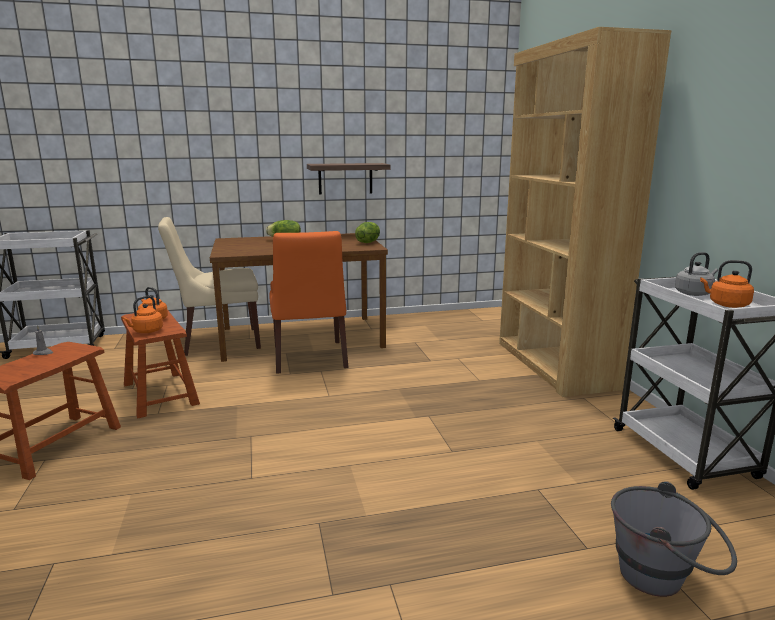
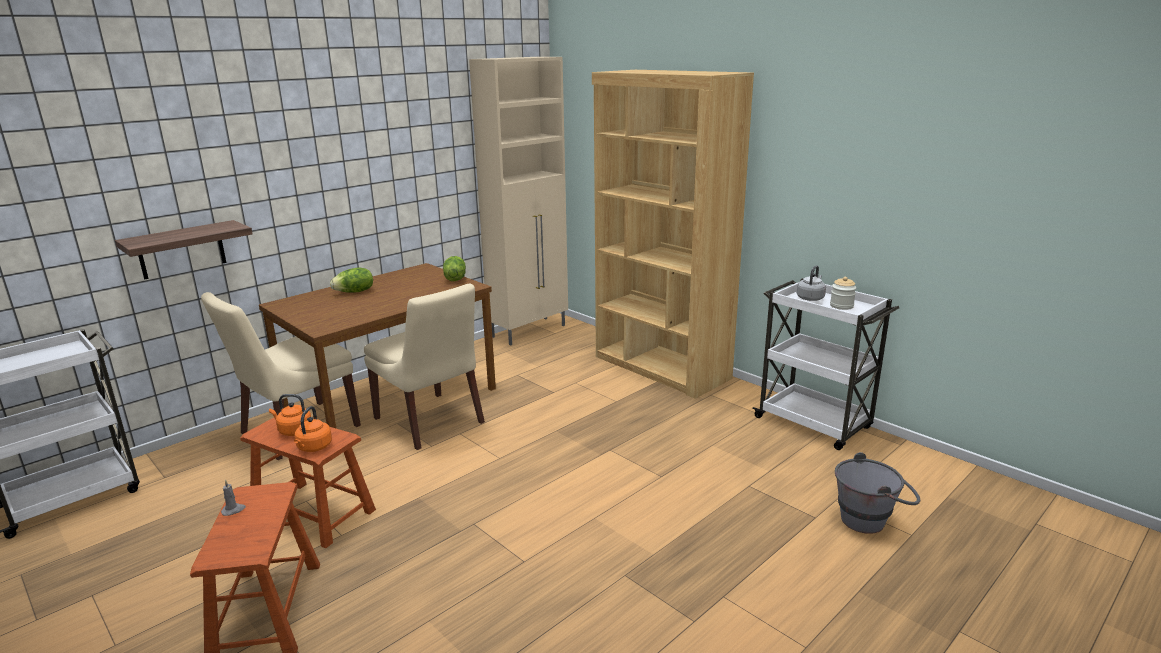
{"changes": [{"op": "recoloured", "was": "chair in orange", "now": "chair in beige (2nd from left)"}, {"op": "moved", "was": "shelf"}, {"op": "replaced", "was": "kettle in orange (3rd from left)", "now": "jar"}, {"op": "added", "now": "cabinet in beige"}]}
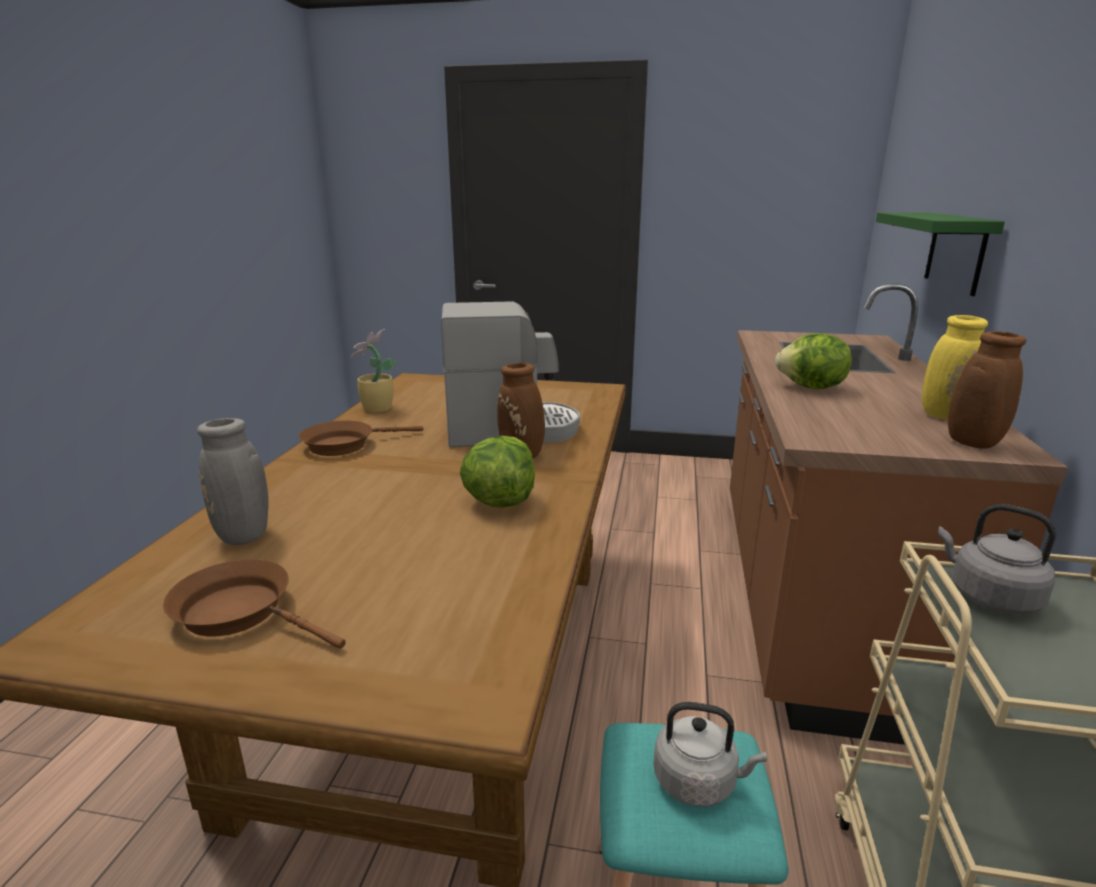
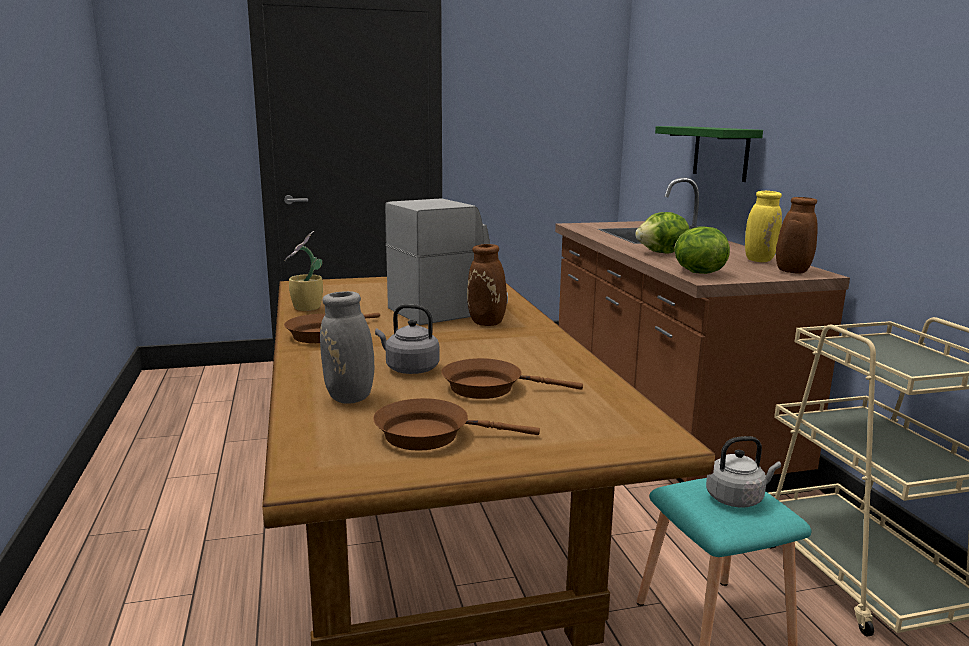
{"changes": [{"op": "moved", "was": "lettuce (1st from left in the first image)", "now": "lettuce (2nd from left)"}, {"op": "moved", "was": "kettle in grey (2nd from left in the first image)", "now": "kettle in grey (1st from left)"}, {"op": "added", "now": "frying pan in brown (3rd from left)"}]}
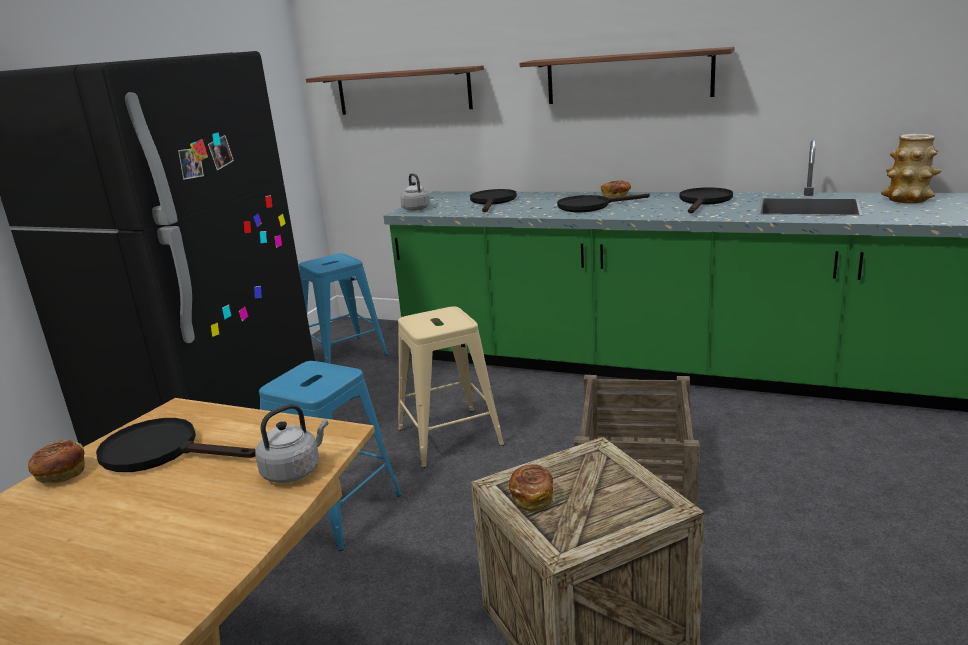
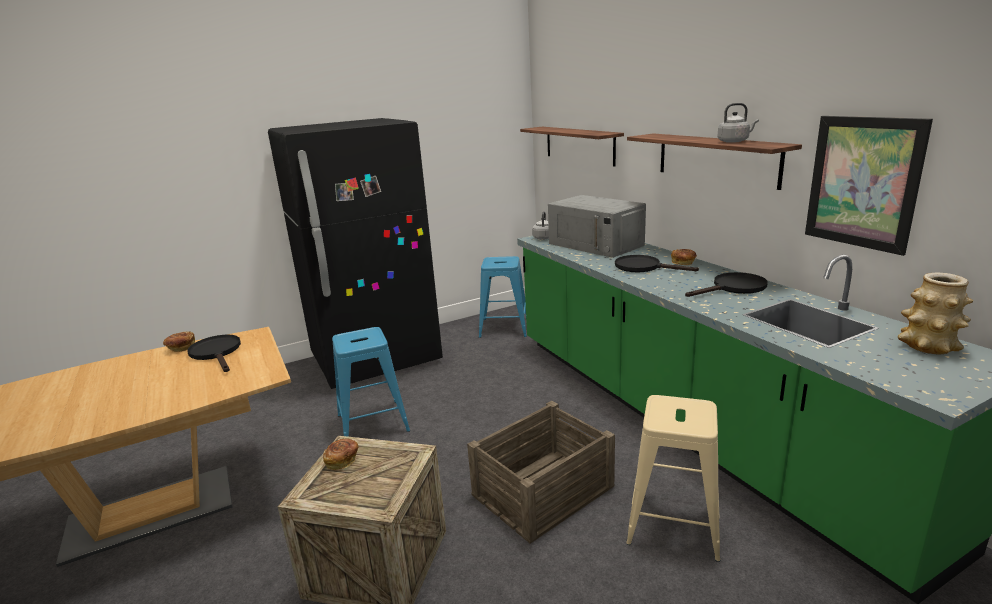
{"changes": [{"op": "moved", "was": "kettle in grey (1st from left in the first image)", "now": "kettle in grey (2nd from left)"}, {"op": "moved", "was": "stool in beige"}, {"op": "replaced", "was": "frying pan in black (2nd from left)", "now": "microwave in grey"}, {"op": "added", "now": "picture"}]}
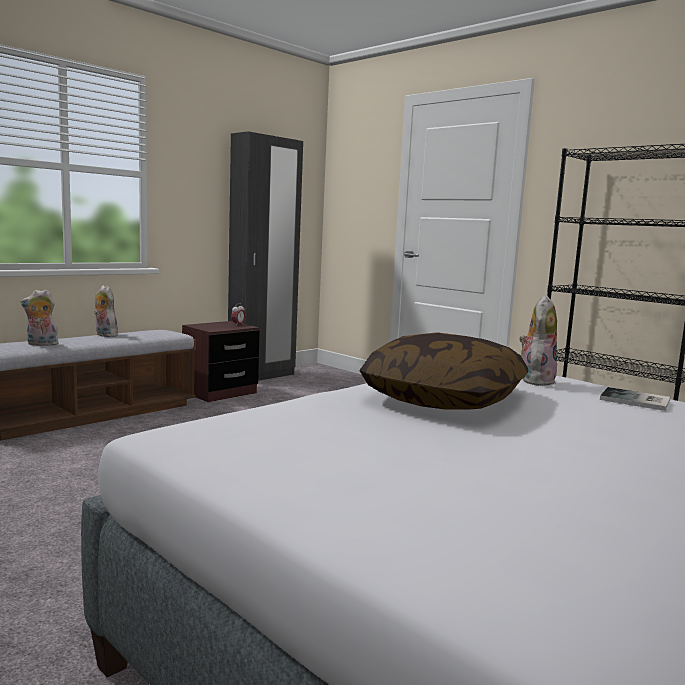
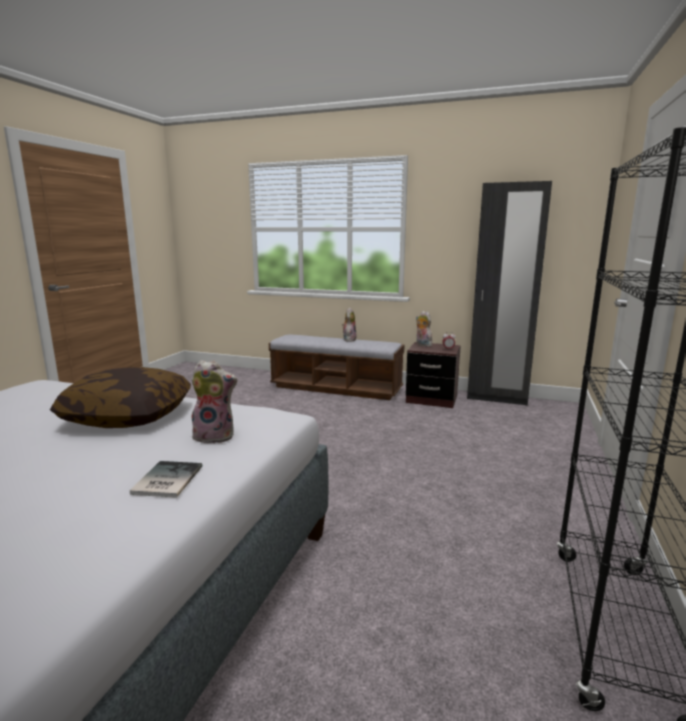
{"changes": [{"op": "moved", "was": "plush toy (1st from left in the first image)", "now": "plush toy (3rd from left)"}]}
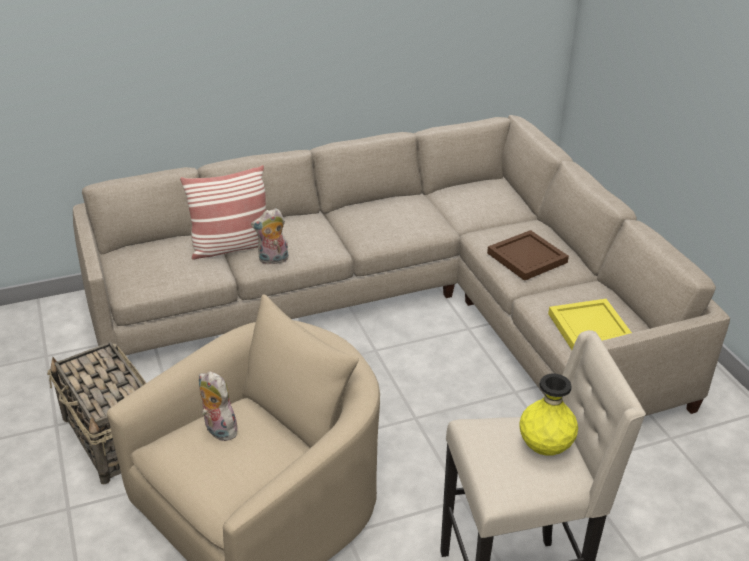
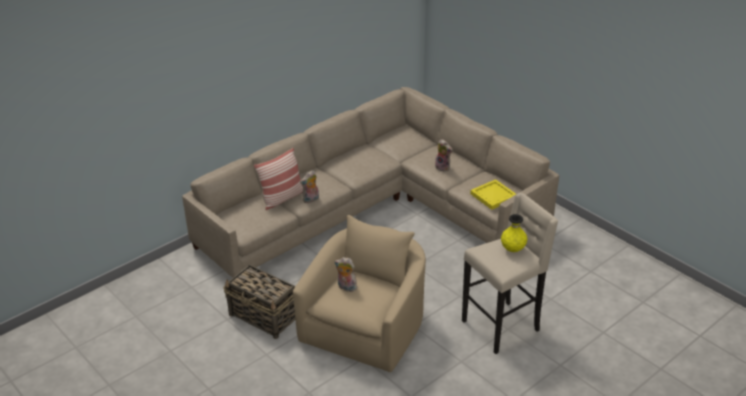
{"changes": [{"op": "replaced", "was": "tray in brown", "now": "plush toy (3rd from left)"}]}
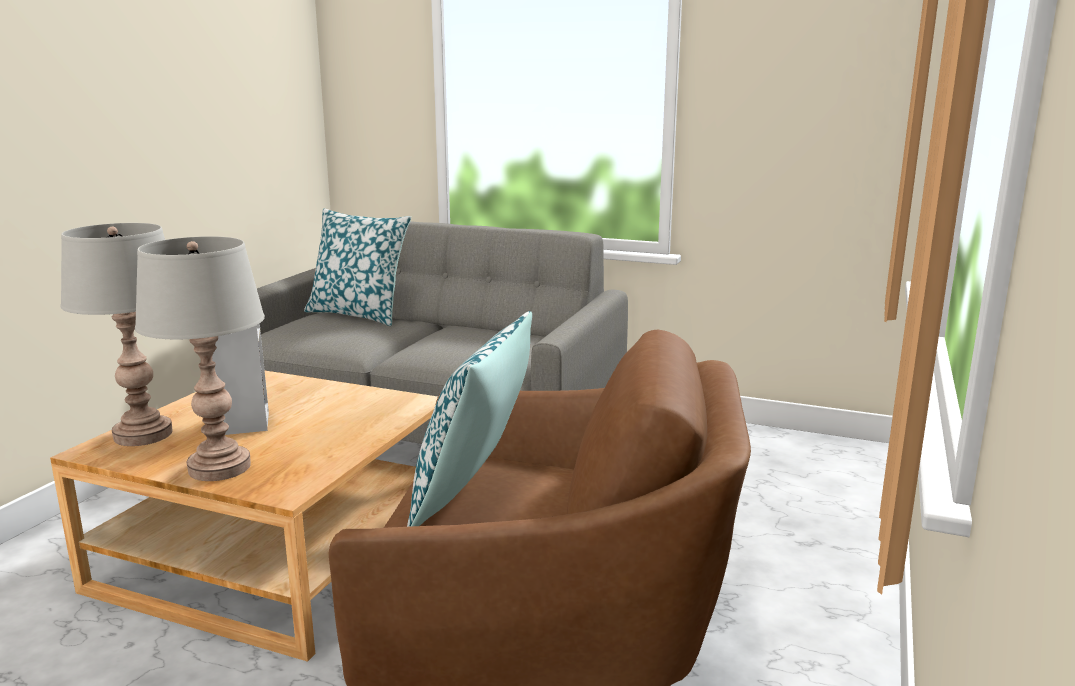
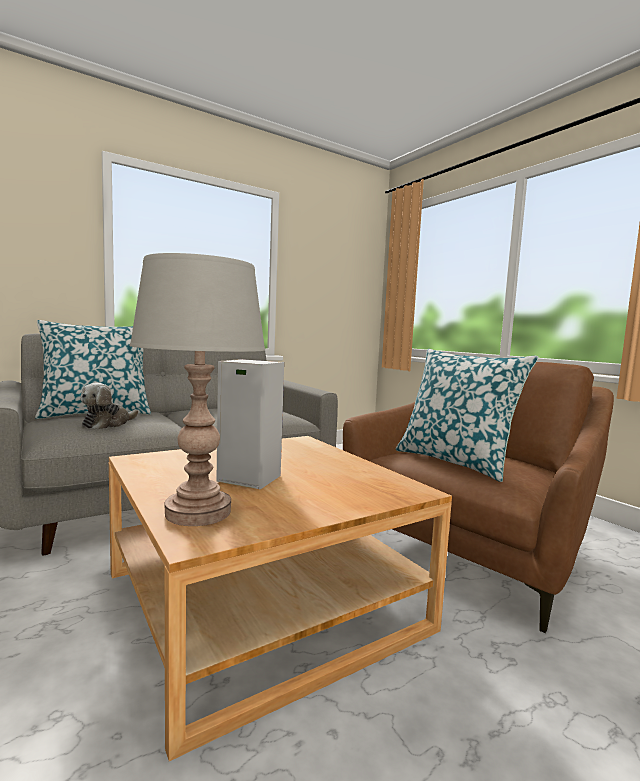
{"changes": [{"op": "removed", "was": "table lamp in grey (2nd from left)"}, {"op": "added", "now": "plush toy"}]}
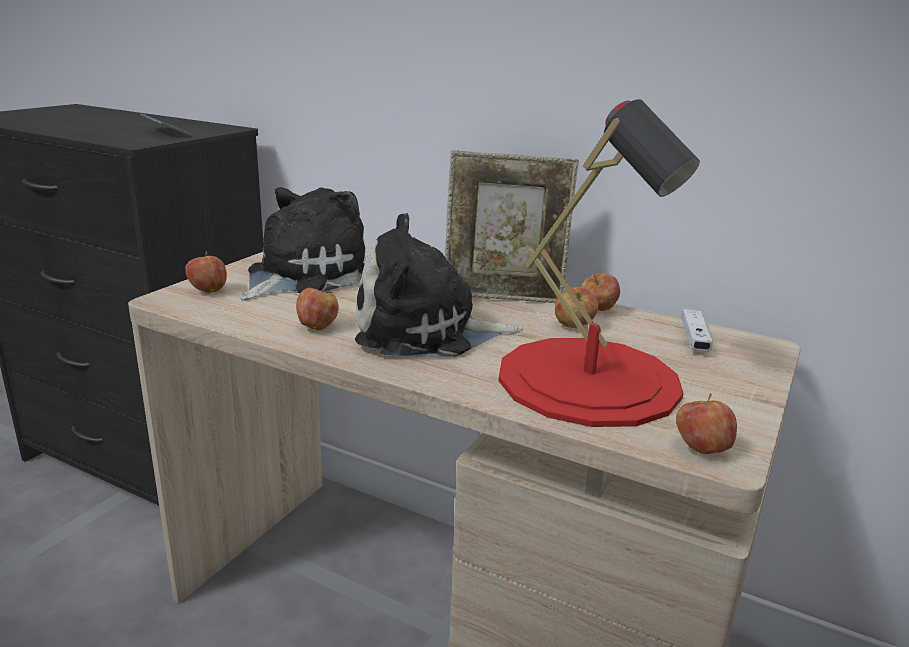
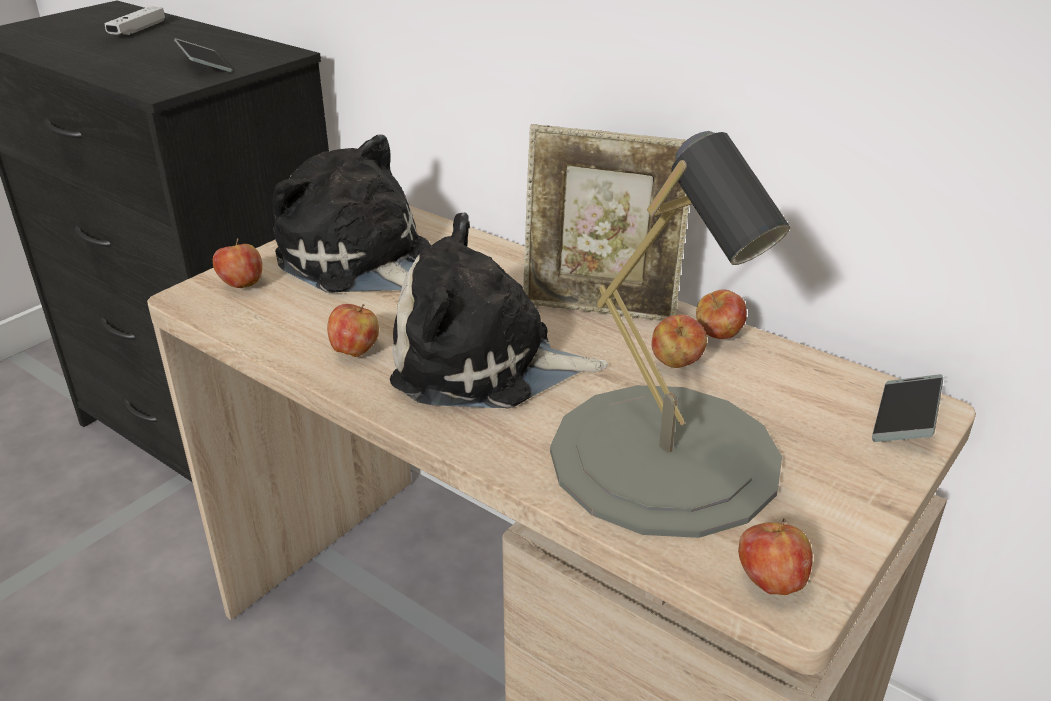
{"changes": [{"op": "turned", "was": "plush toy (1st from left)", "clockwise": -90}, {"op": "recoloured", "was": "table lamp in red", "now": "table lamp in grey"}, {"op": "moved", "was": "game controller in white"}, {"op": "added", "now": "phone (2nd from left)"}]}
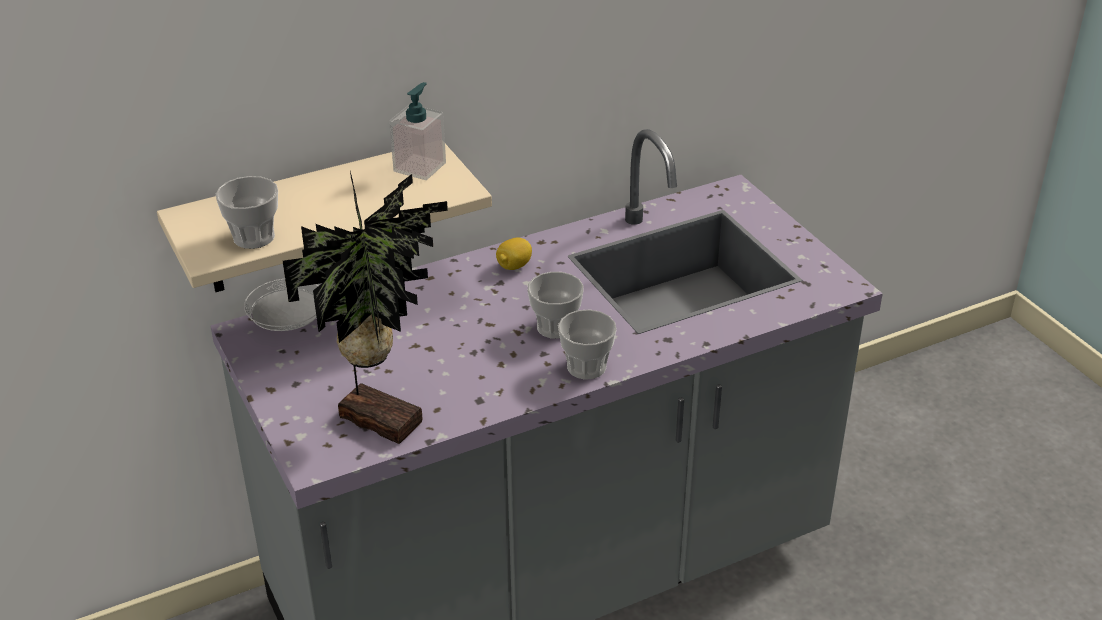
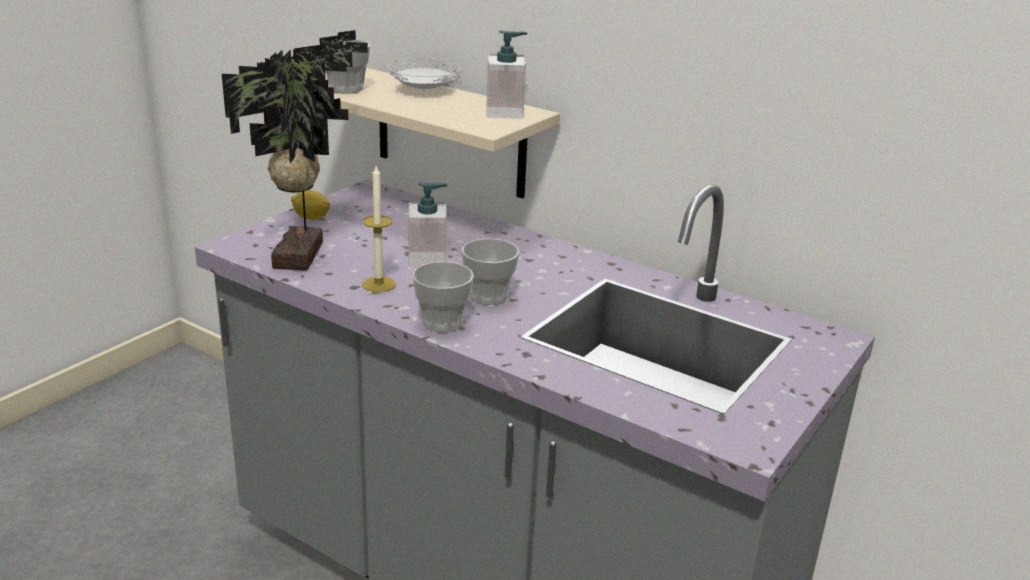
{"changes": [{"op": "moved", "was": "plate in white"}, {"op": "moved", "was": "lemon"}, {"op": "added", "now": "candle"}, {"op": "added", "now": "soap dispenser (1st from left)"}]}
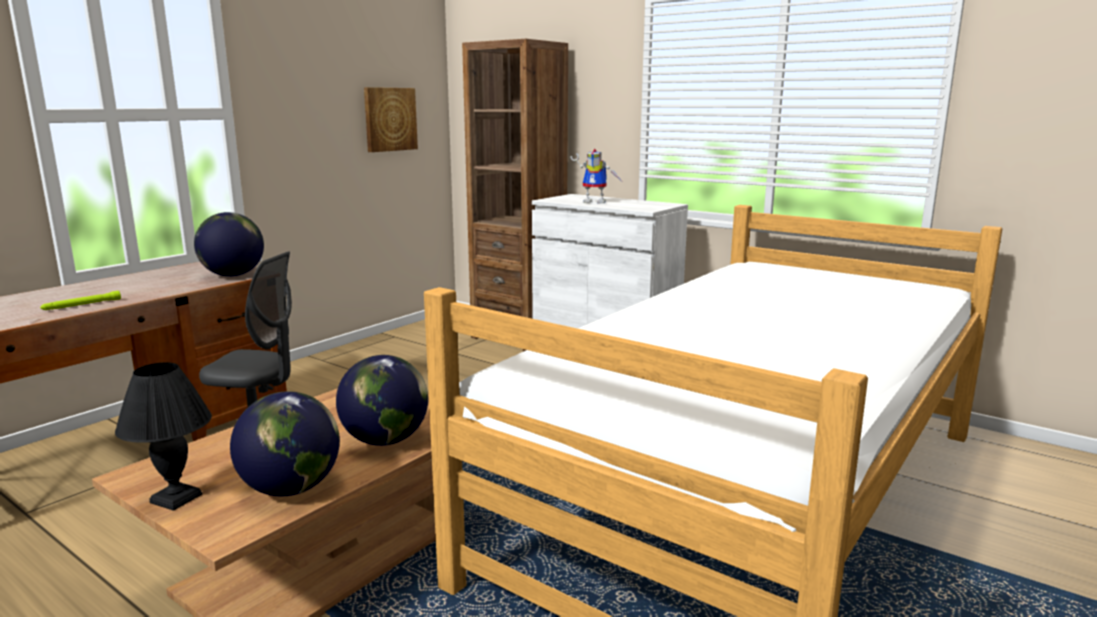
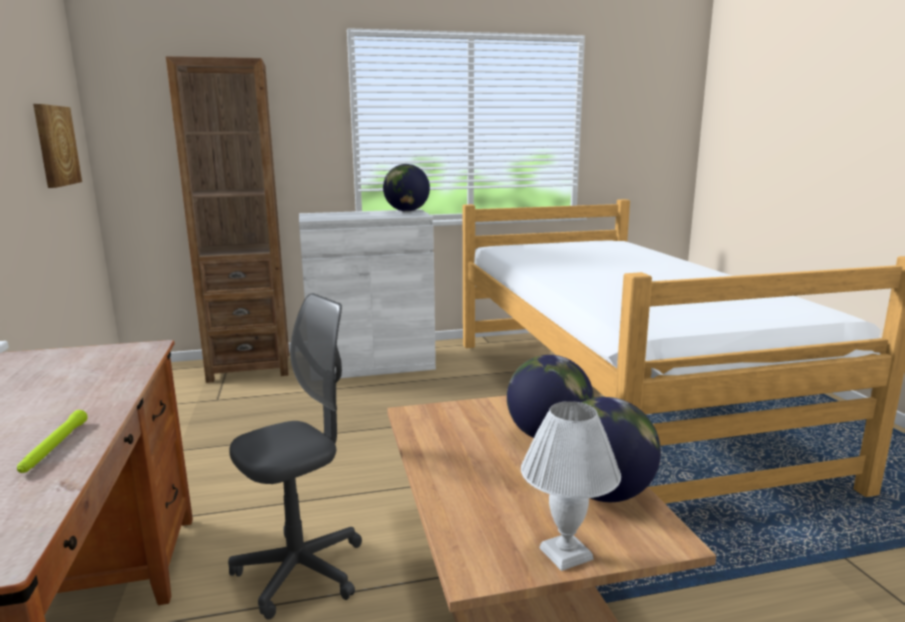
{"changes": [{"op": "recoloured", "was": "table lamp in black", "now": "table lamp in white"}, {"op": "moved", "was": "globe (1st from left)"}, {"op": "removed", "was": "toy robot"}]}
